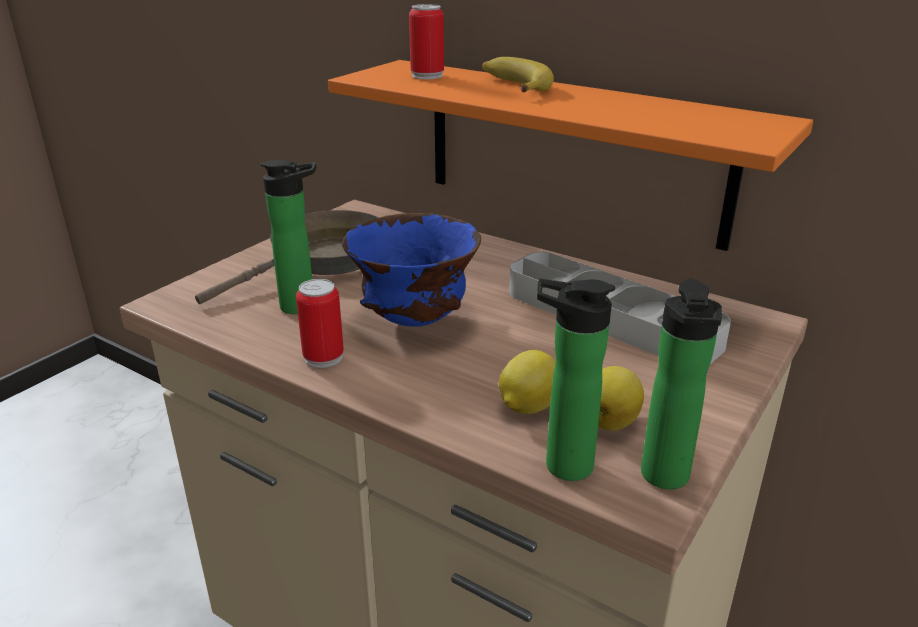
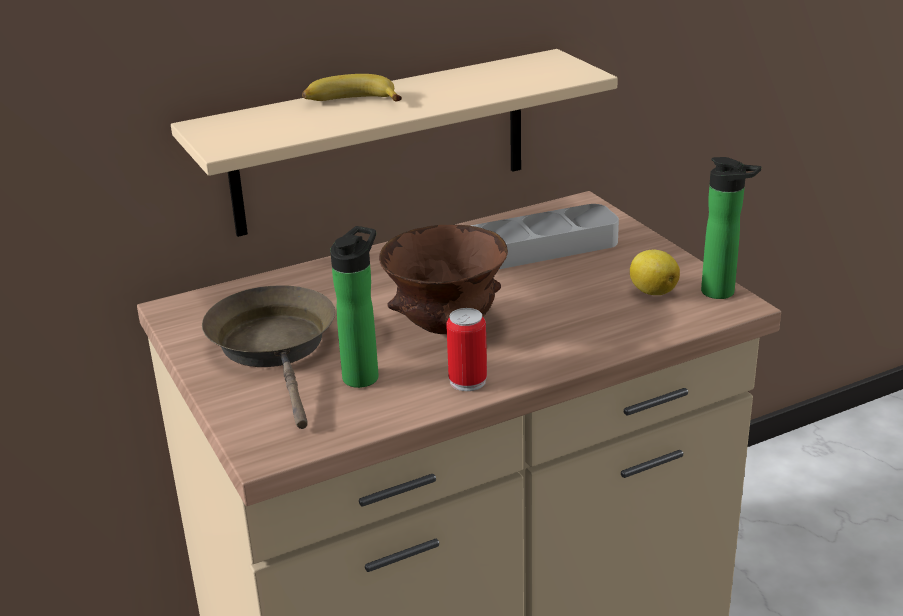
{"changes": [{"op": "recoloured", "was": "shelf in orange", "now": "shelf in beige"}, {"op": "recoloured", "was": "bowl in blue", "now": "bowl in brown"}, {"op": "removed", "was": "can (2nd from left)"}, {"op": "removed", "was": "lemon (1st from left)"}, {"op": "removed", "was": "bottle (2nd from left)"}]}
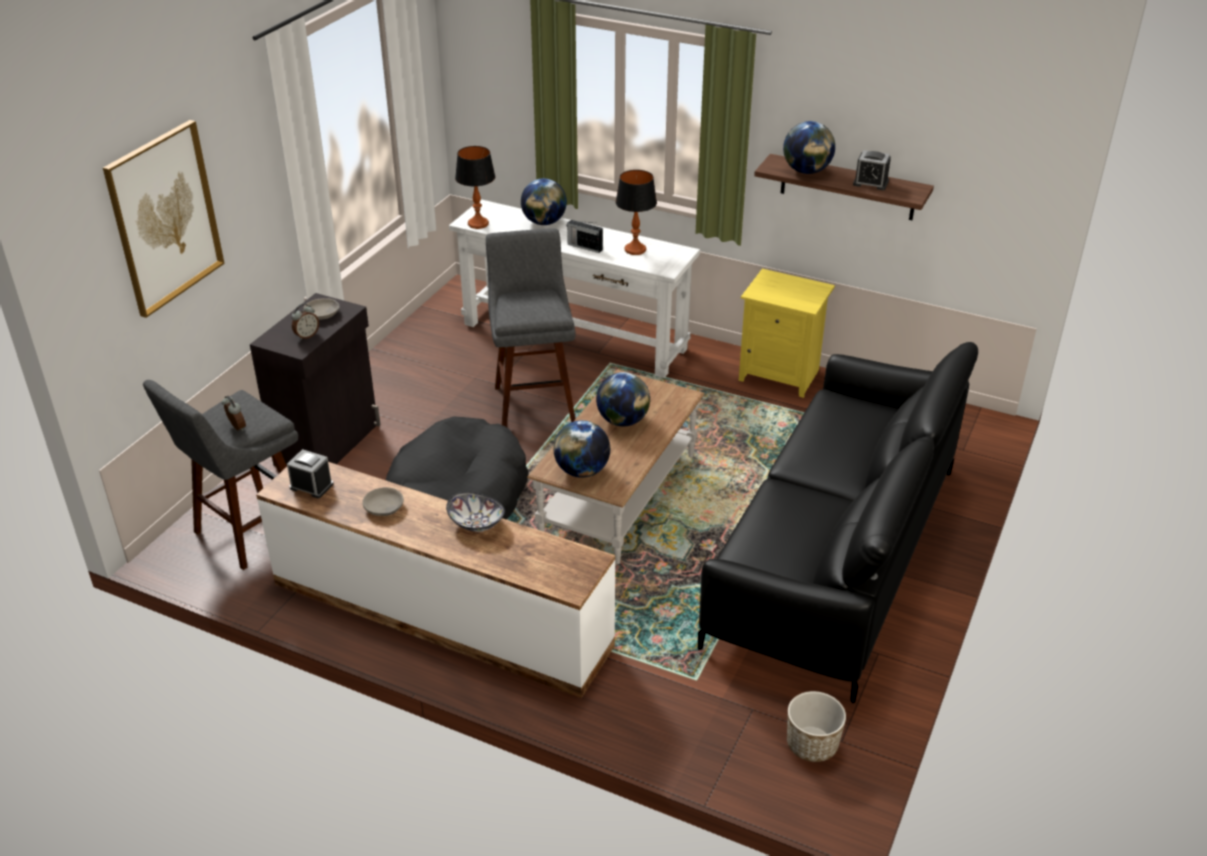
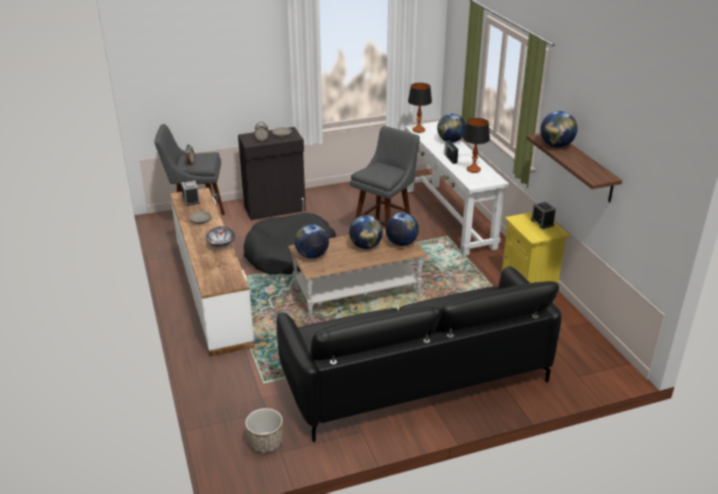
{"changes": [{"op": "removed", "was": "picture"}, {"op": "moved", "was": "alarm clock (4th from left)"}, {"op": "added", "now": "globe (3rd from left)"}]}
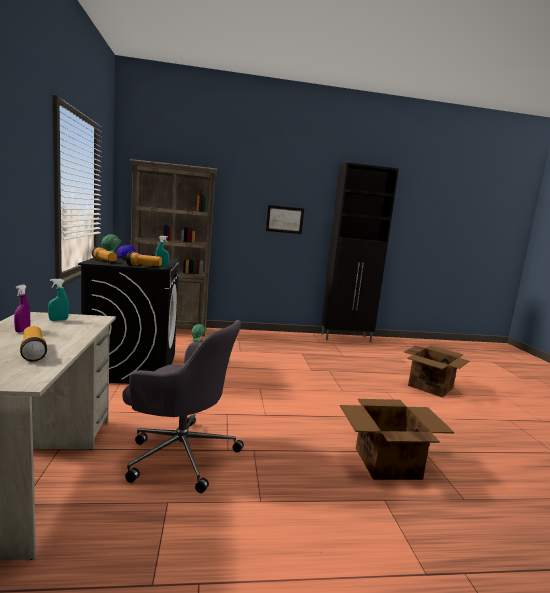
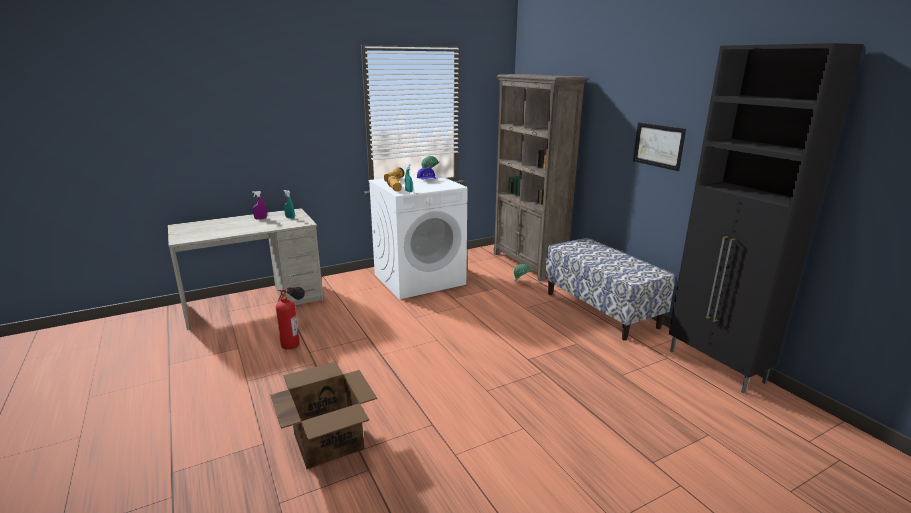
{"changes": [{"op": "removed", "was": "flashlight (1st from left)"}, {"op": "recoloured", "was": "washing machine in black", "now": "washing machine in white"}, {"op": "replaced", "was": "office chair in grey", "now": "fire extinguisher"}, {"op": "removed", "was": "cardboard box (2nd from left)"}, {"op": "added", "now": "bench"}]}
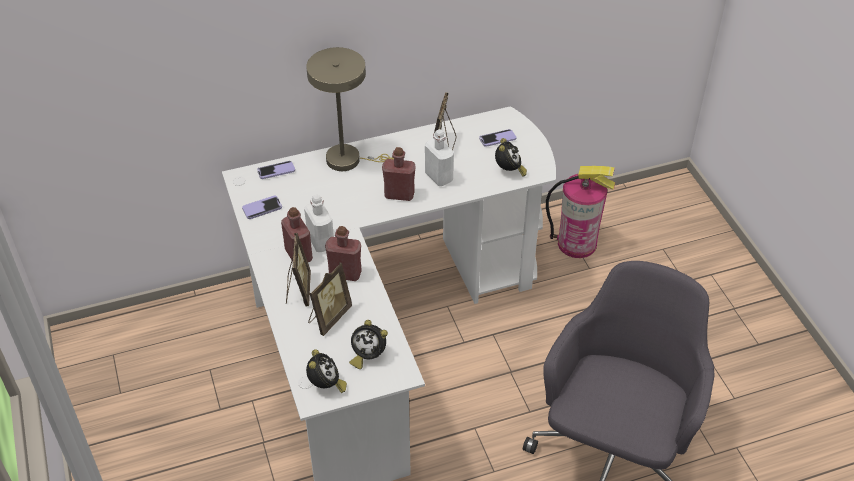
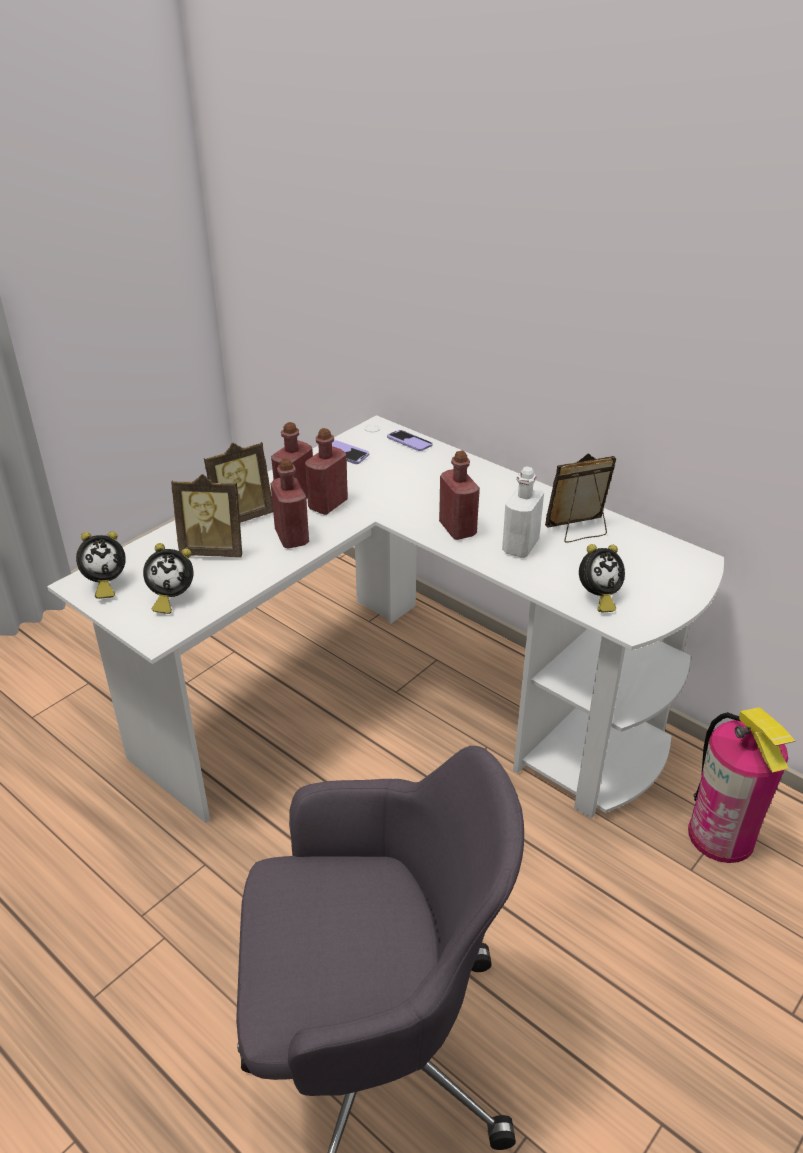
{"changes": [{"op": "recoloured", "was": "bottle in white (1st from left)", "now": "bottle in red (3rd from left)"}, {"op": "removed", "was": "table lamp in beige"}, {"op": "turned", "was": "alarm clock (2nd from left)", "clockwise": -90}, {"op": "removed", "was": "phone (3rd from left)"}]}
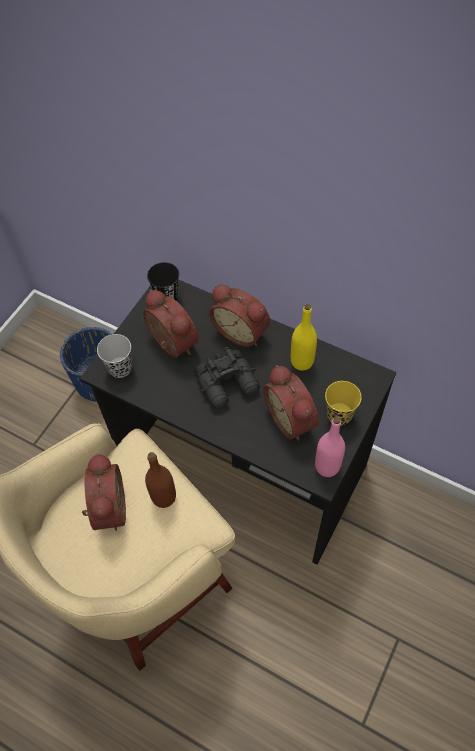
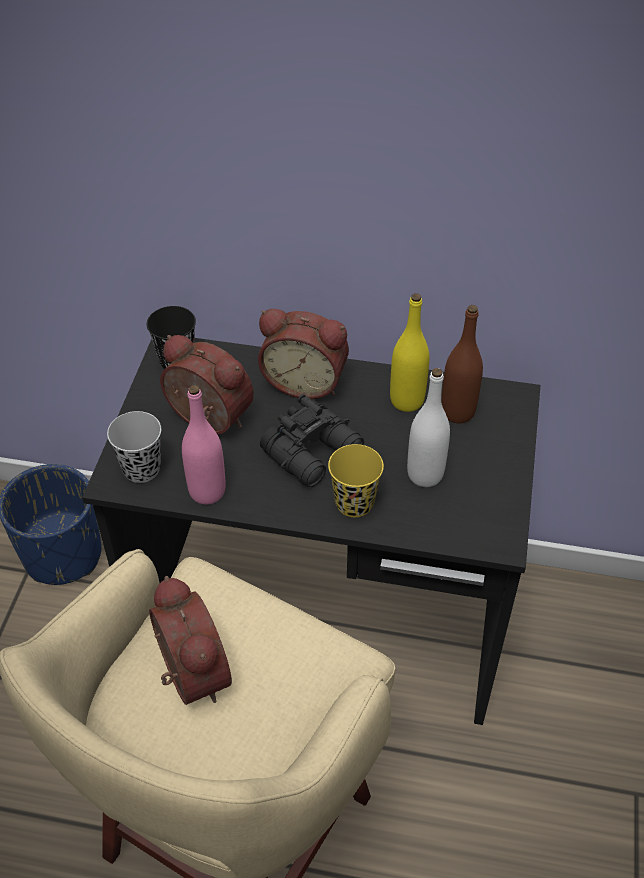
{"changes": [{"op": "moved", "was": "bottle in brown"}, {"op": "replaced", "was": "alarm clock (4th from left)", "now": "bottle in white"}, {"op": "moved", "was": "bottle in pink"}, {"op": "moved", "was": "cup in yellow"}]}
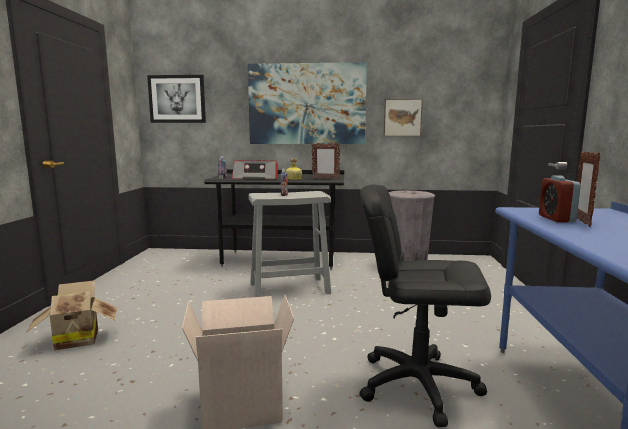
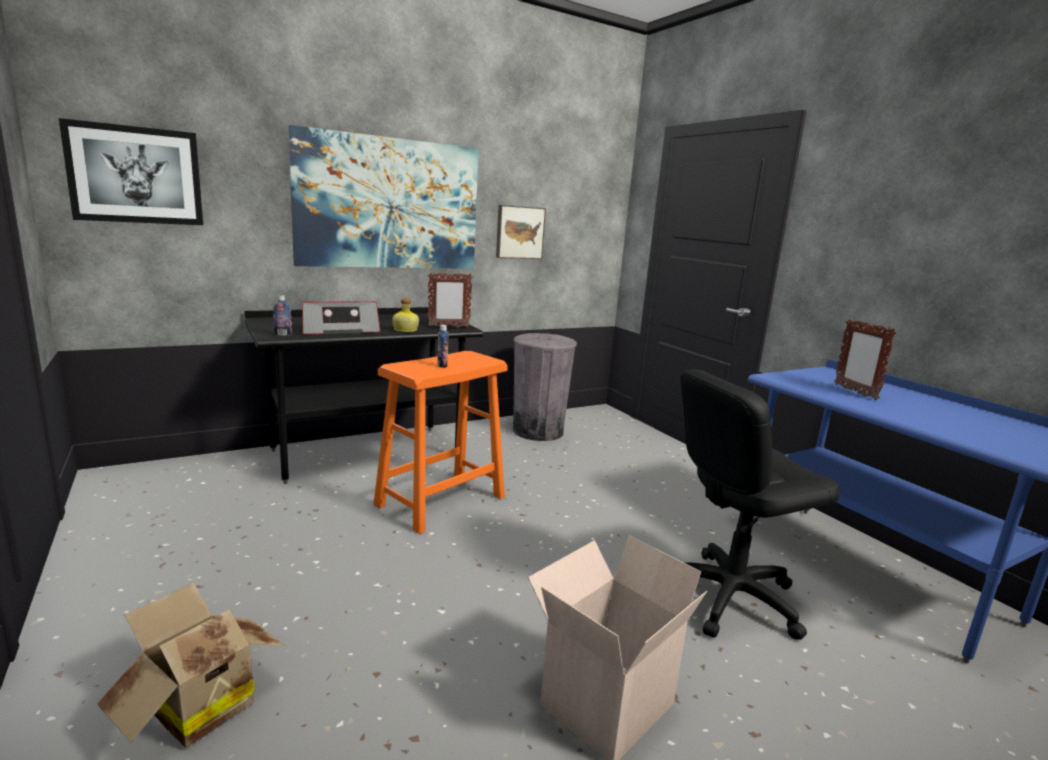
{"changes": [{"op": "recoloured", "was": "stool in grey", "now": "stool in orange"}, {"op": "removed", "was": "alarm clock"}]}
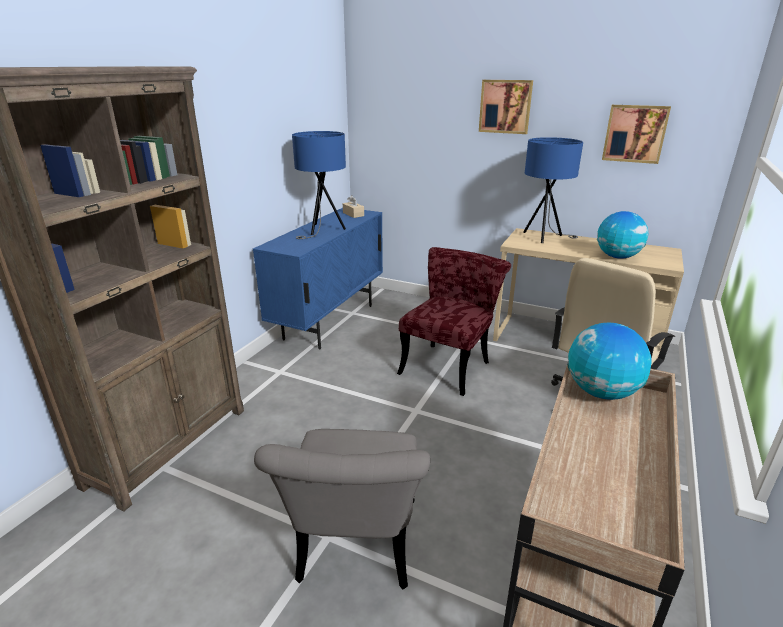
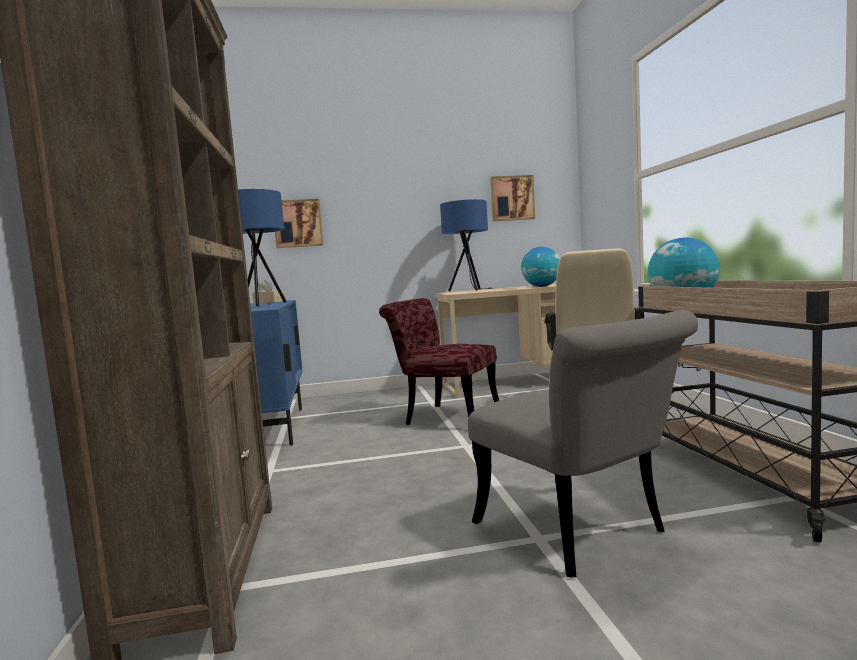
{"changes": [{"op": "turned", "was": "chair in red", "clockwise": -60}, {"op": "moved", "was": "picture (1st from left)"}]}
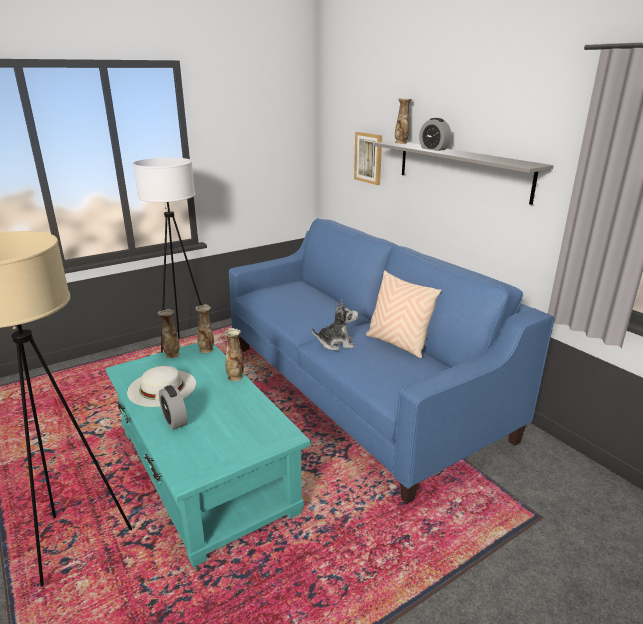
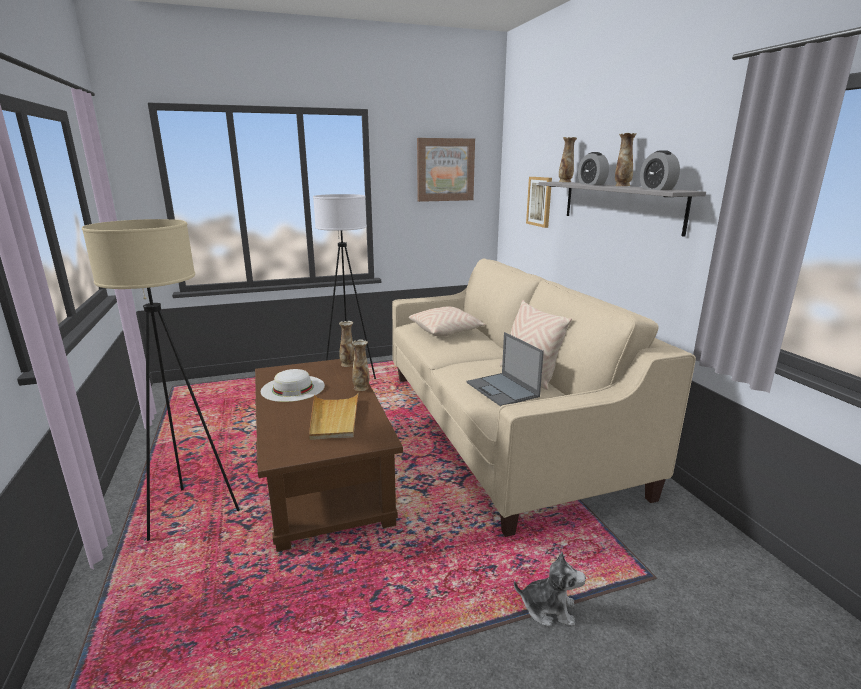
{"changes": [{"op": "recoloured", "was": "coffee table in turquoise", "now": "coffee table in brown"}, {"op": "moved", "was": "vase (1st from left in the first image)", "now": "vase (4th from left)"}, {"op": "moved", "was": "alarm clock (1st from left in the first image)", "now": "alarm clock (2nd from left)"}, {"op": "recoloured", "was": "sofa in blue", "now": "sofa in beige"}, {"op": "moved", "was": "plush toy"}, {"op": "added", "now": "tray in beige"}, {"op": "added", "now": "pillow in beige (1st from left)"}, {"op": "added", "now": "picture (1st from left)"}, {"op": "added", "now": "laptop"}]}
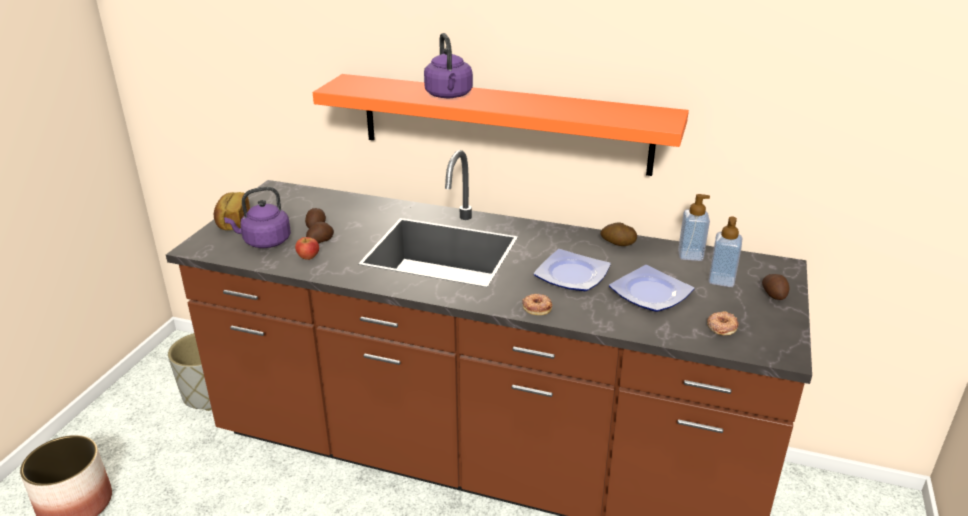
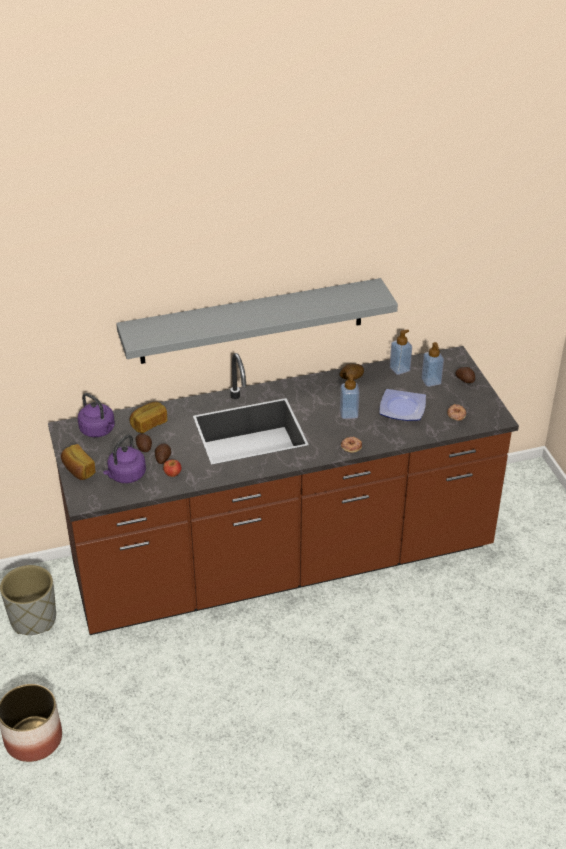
{"changes": [{"op": "recoloured", "was": "shelf in orange", "now": "shelf in grey"}, {"op": "moved", "was": "kettle in purple (2nd from left in the first image)", "now": "kettle in purple (1st from left)"}, {"op": "replaced", "was": "plate (1st from left)", "now": "soap dispenser (1st from left)"}, {"op": "added", "now": "bread (2nd from left)"}]}
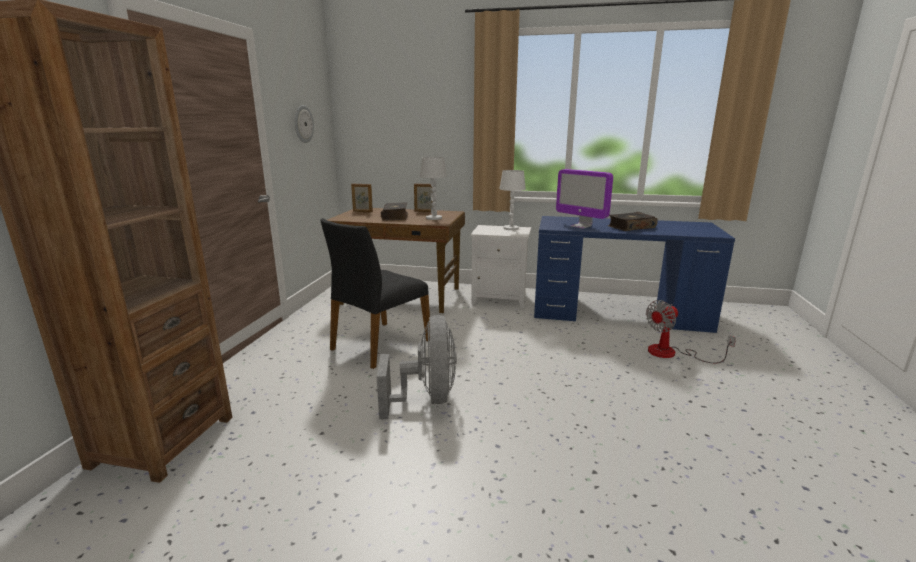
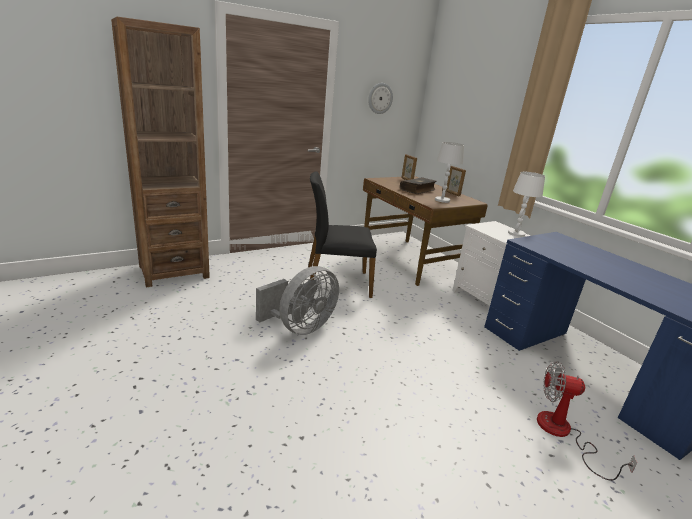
{"changes": [{"op": "removed", "was": "monitor"}, {"op": "removed", "was": "book (2nd from left)"}]}
